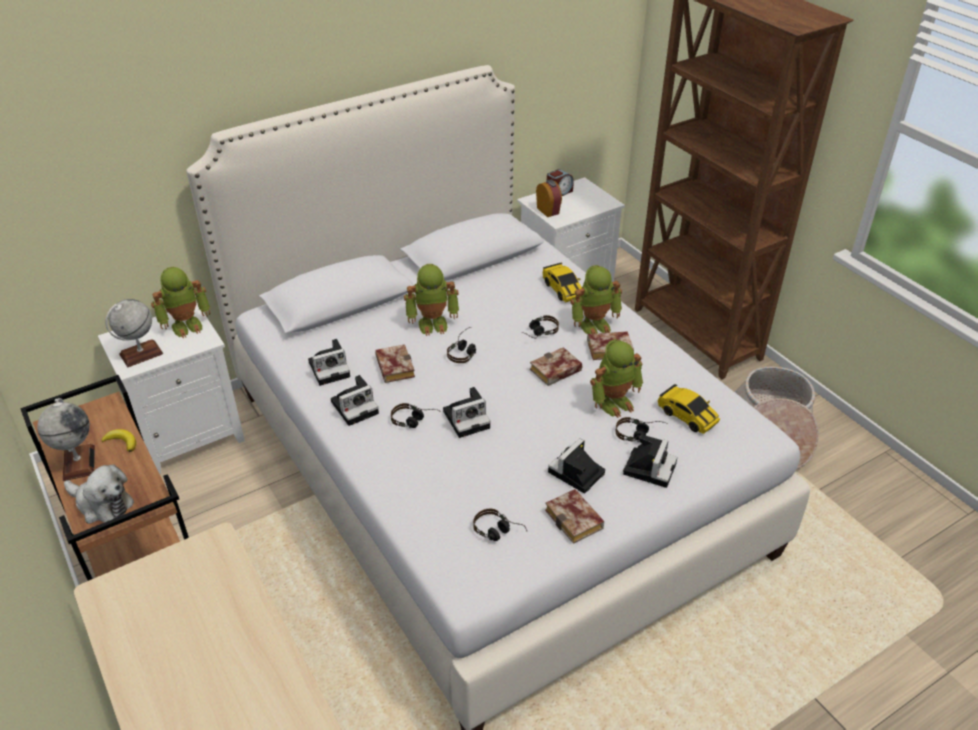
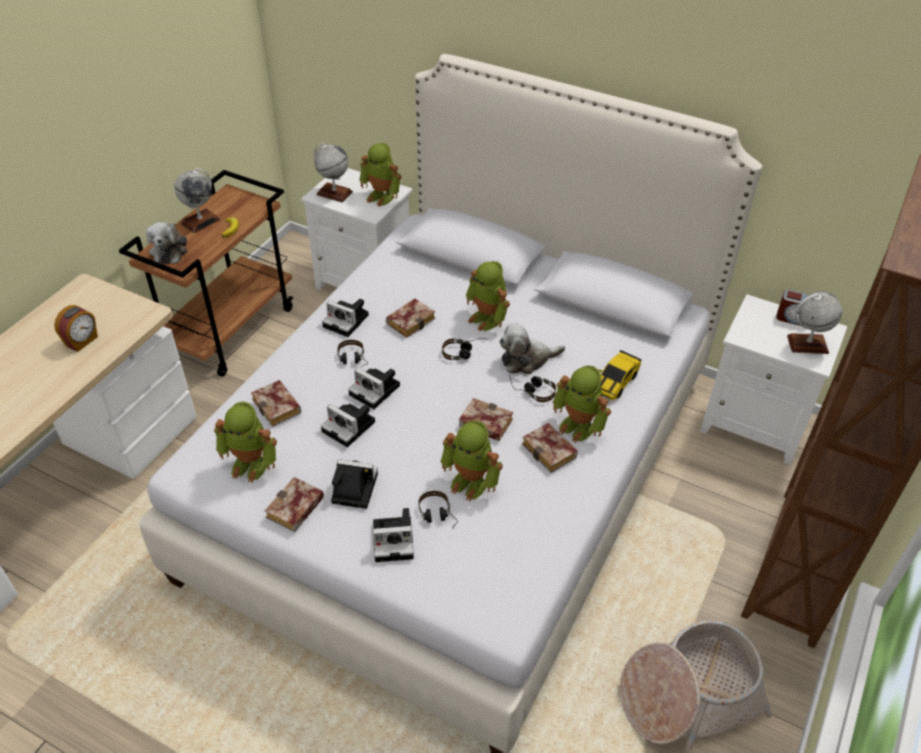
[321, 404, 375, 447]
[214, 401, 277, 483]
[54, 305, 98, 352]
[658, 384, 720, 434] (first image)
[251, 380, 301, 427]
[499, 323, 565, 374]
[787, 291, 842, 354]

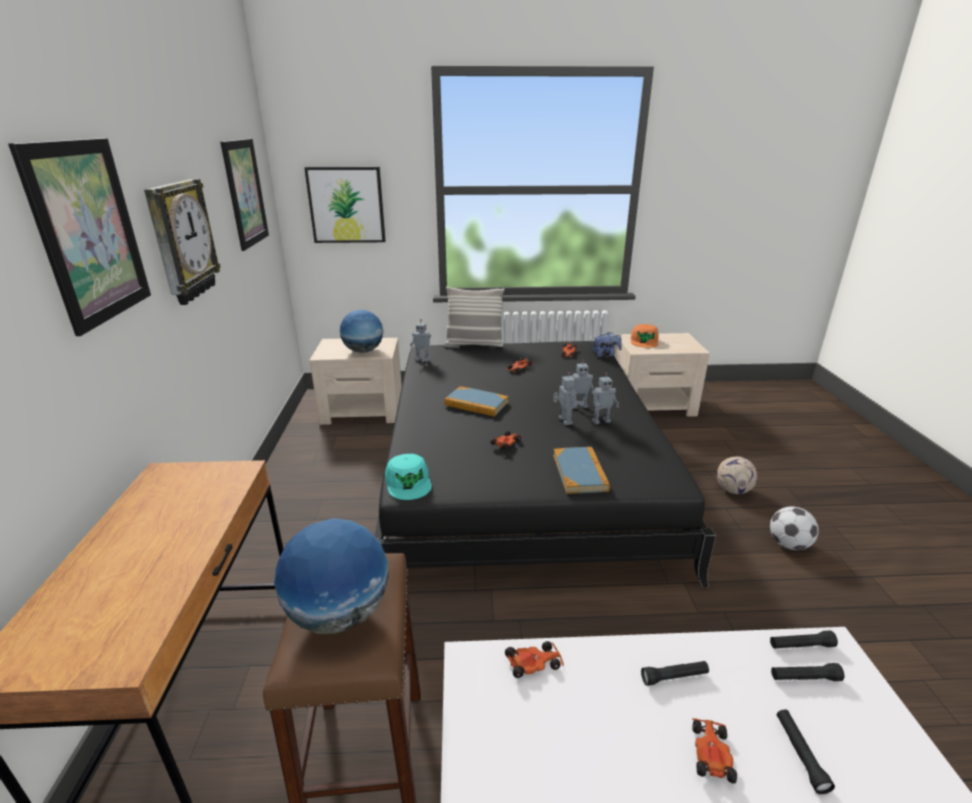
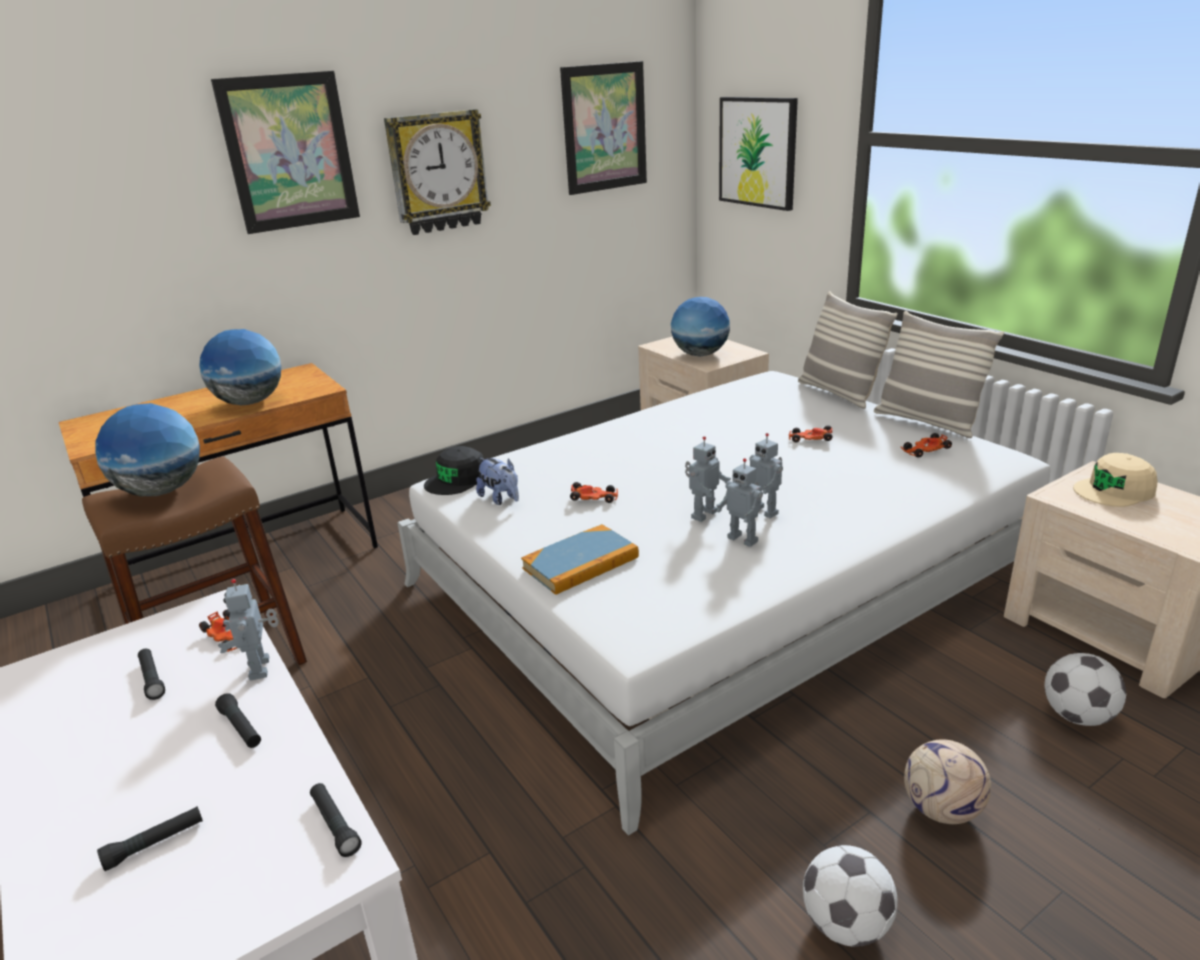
[397, 371, 1050, 835]
[424, 446, 484, 495]
[218, 579, 279, 681]
[444, 386, 509, 417] (first image)
[476, 458, 519, 505]
[1073, 453, 1157, 507]
[692, 718, 737, 784] (first image)
[138, 649, 165, 700]
[199, 329, 281, 405]
[874, 311, 1004, 438]
[1044, 653, 1126, 726]

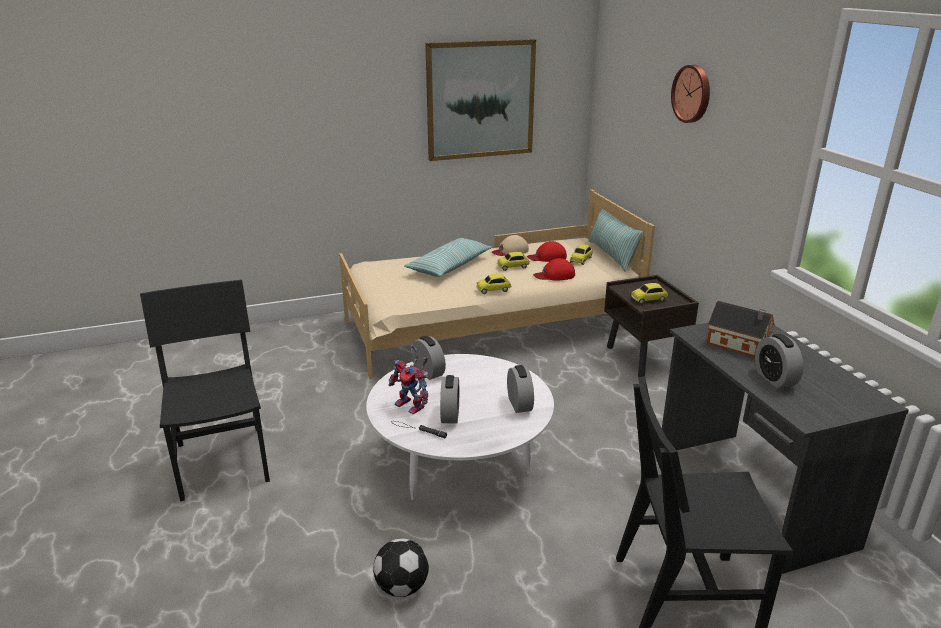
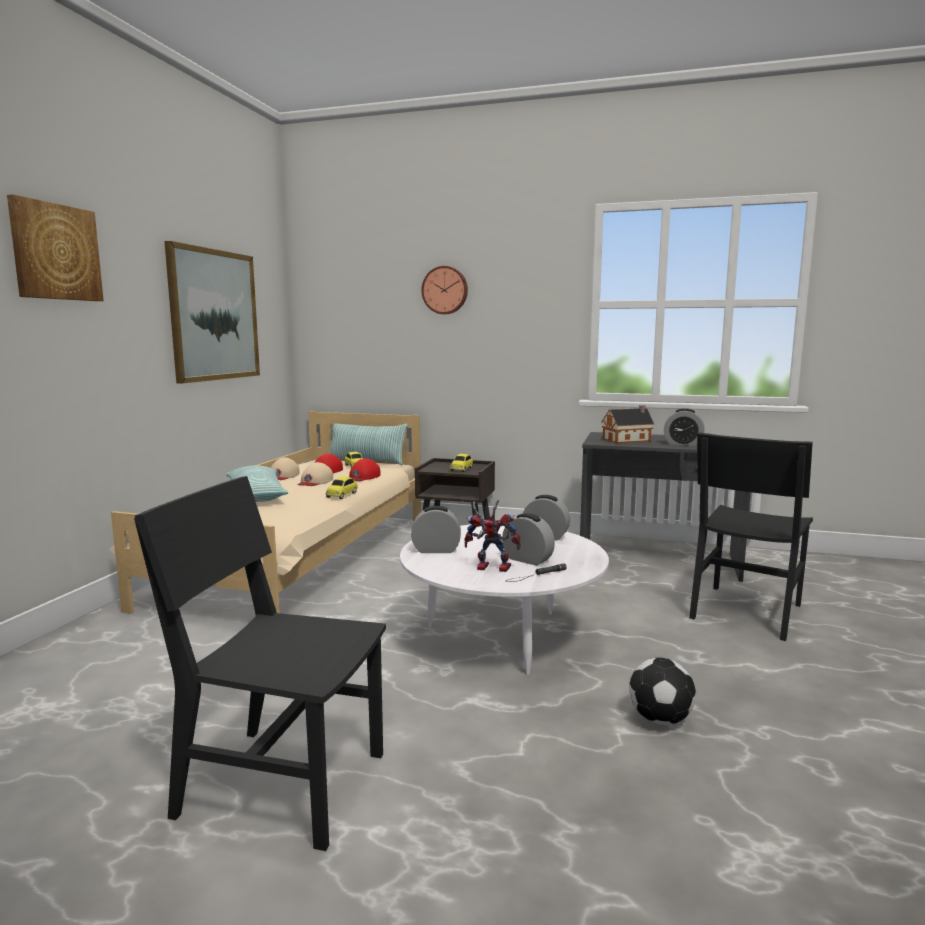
[464, 500, 521, 572]
[298, 462, 333, 486]
[7, 194, 104, 301]

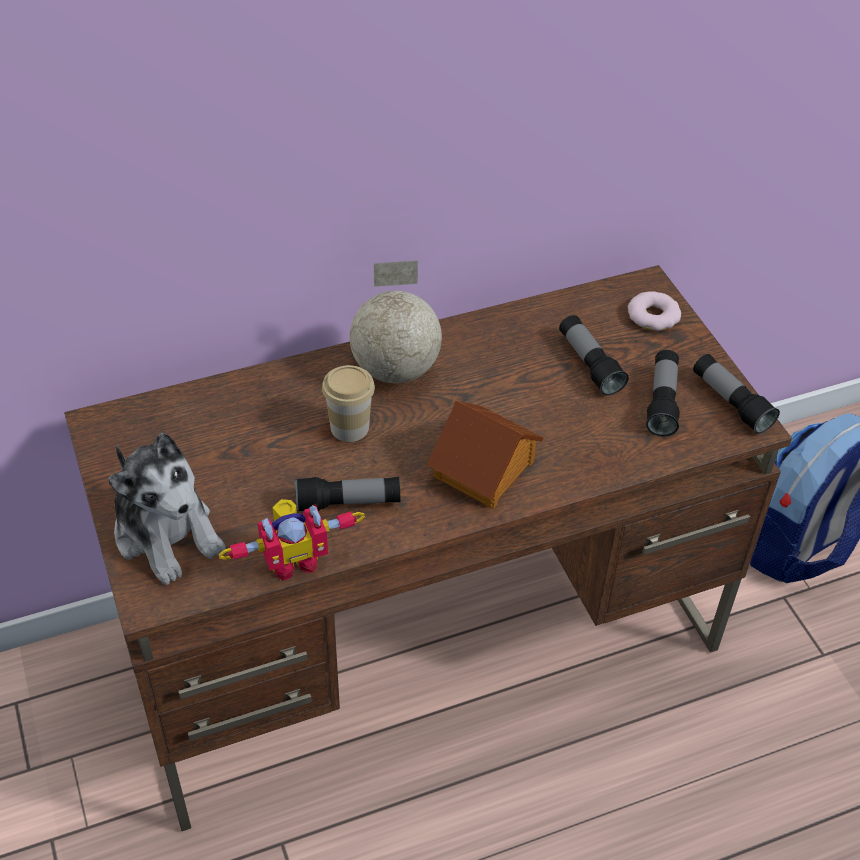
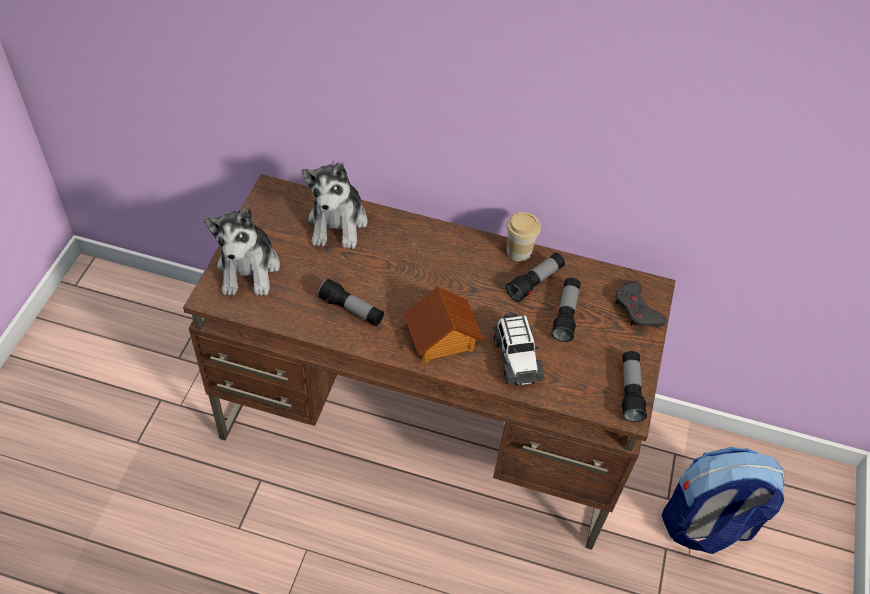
[219, 499, 365, 581] (first image)
[507, 212, 541, 262]
[350, 260, 442, 383] (first image)
[615, 281, 667, 326]
[506, 253, 565, 302]
[302, 162, 367, 249]
[494, 312, 544, 386]

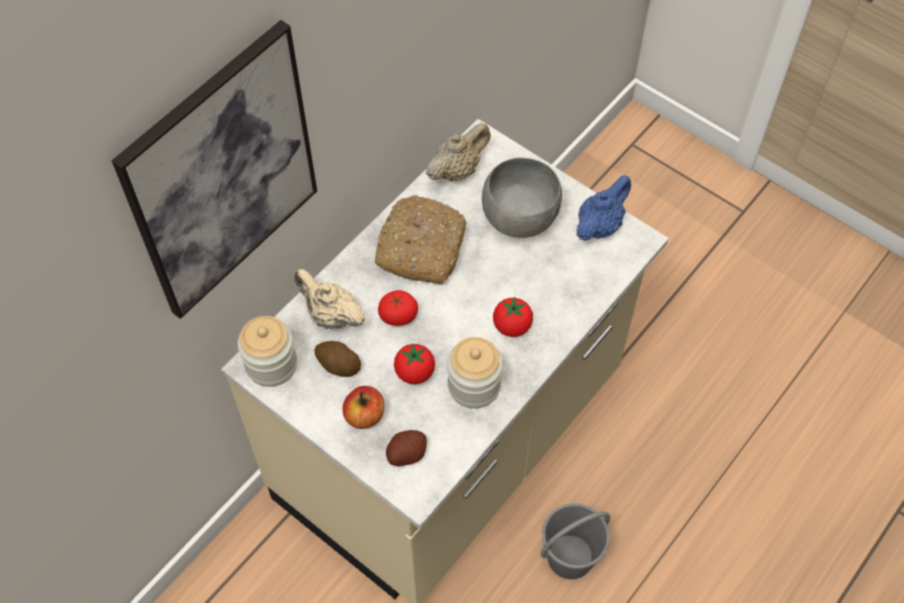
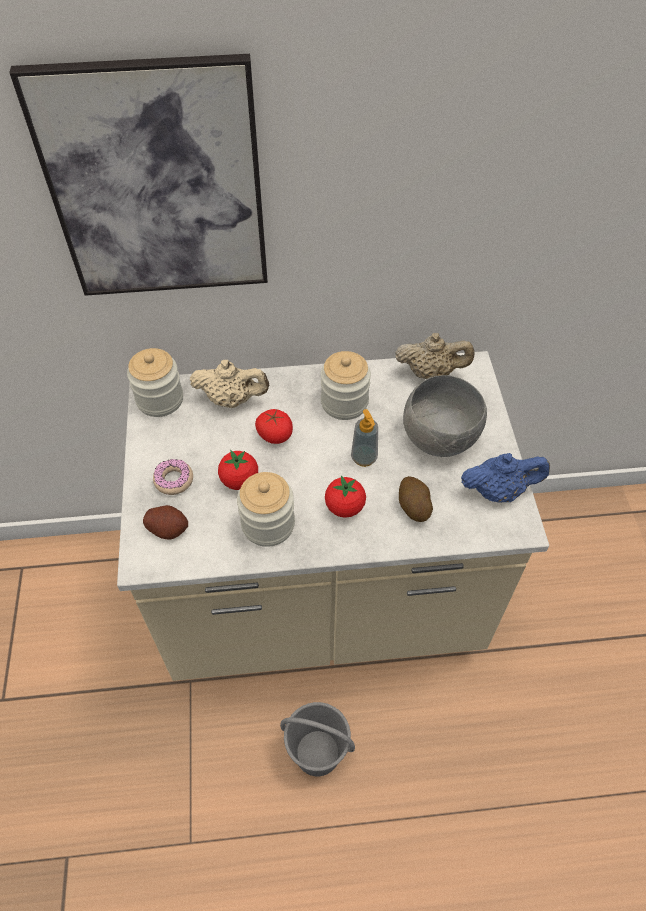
[190, 360, 269, 408]
[399, 476, 433, 522]
[153, 459, 193, 495]
[321, 351, 371, 420]
[351, 409, 378, 467]

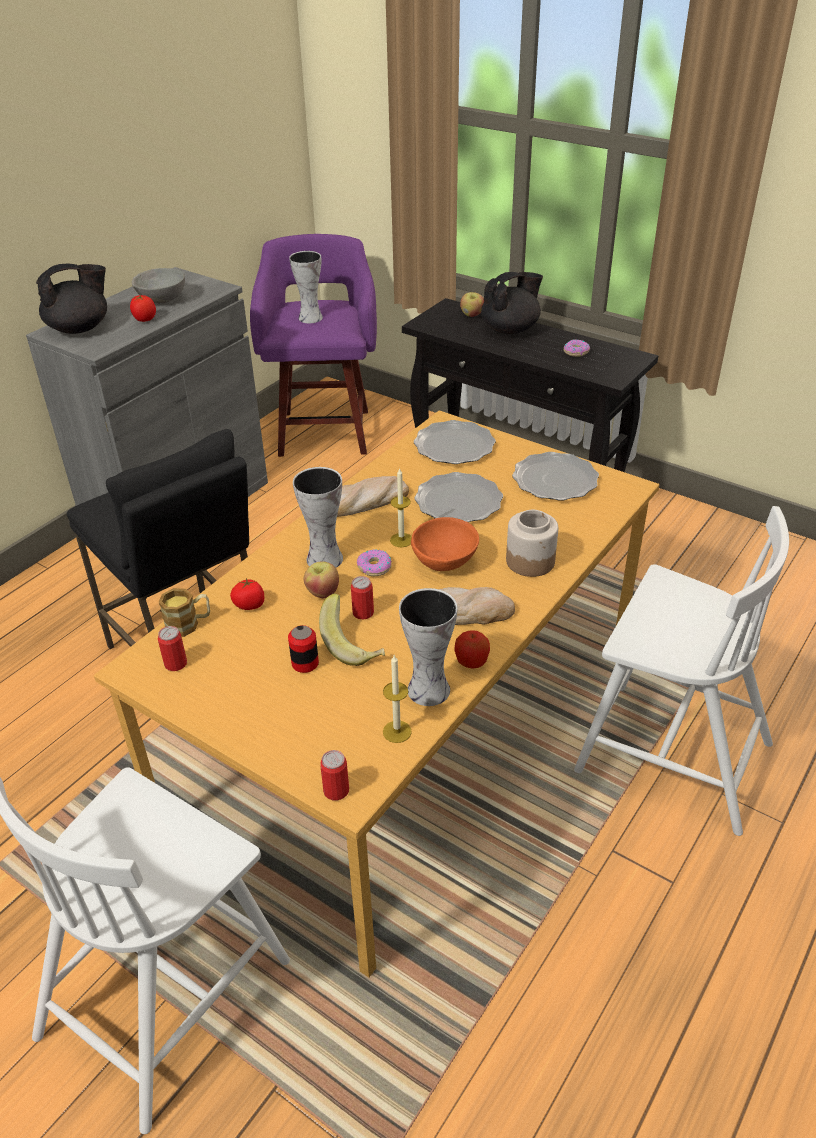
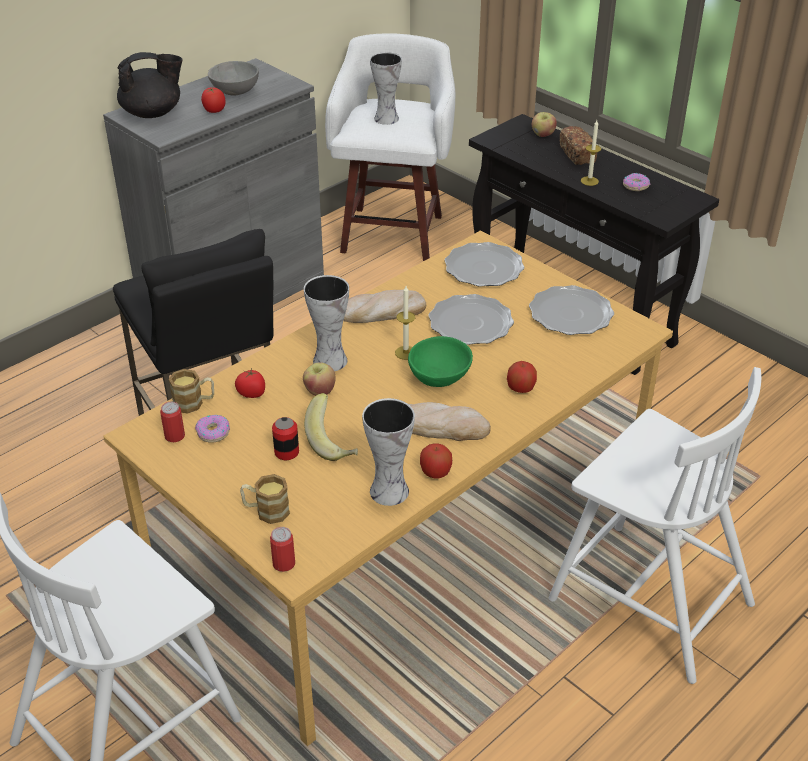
[325, 34, 455, 261]
[351, 576, 374, 619] (first image)
[195, 415, 230, 443]
[581, 120, 601, 186]
[408, 336, 473, 387]
[559, 126, 597, 165]
[507, 361, 537, 393]
[240, 474, 290, 524]

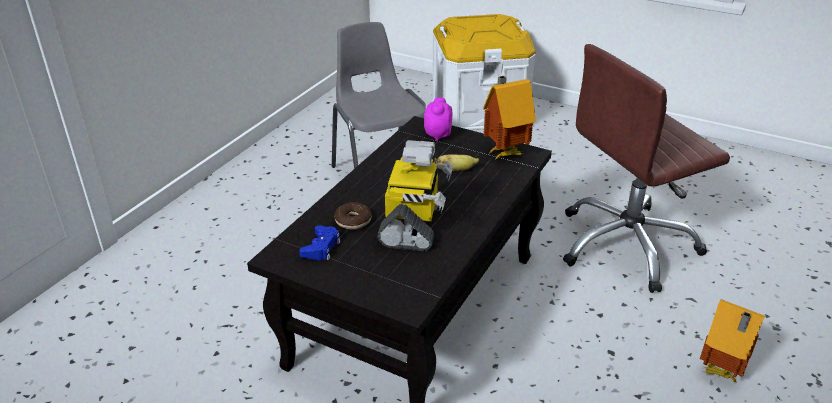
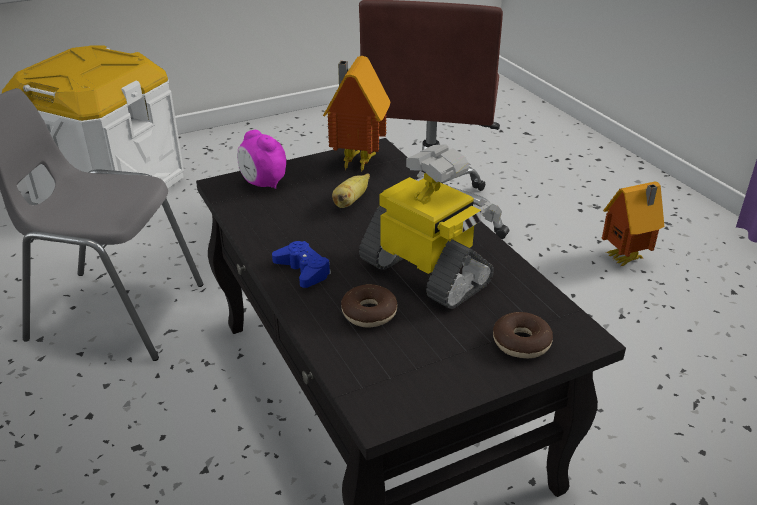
[272, 241, 331, 288]
[493, 312, 553, 358]

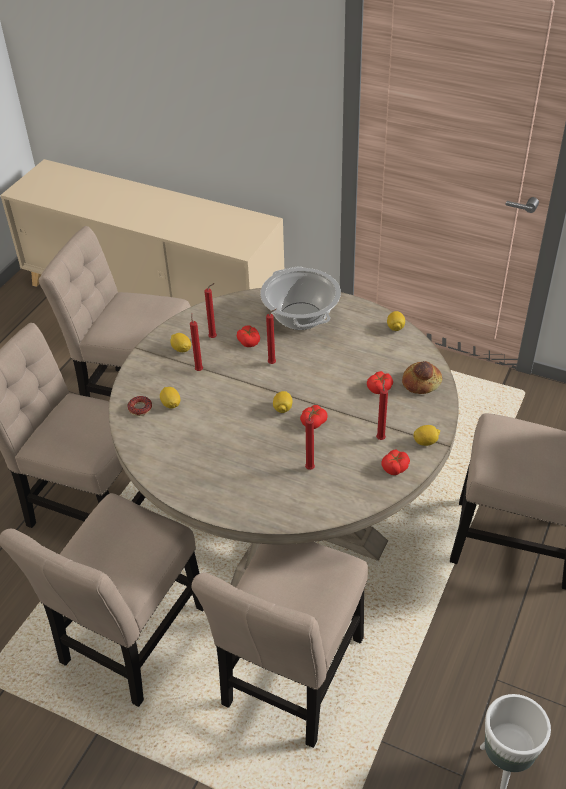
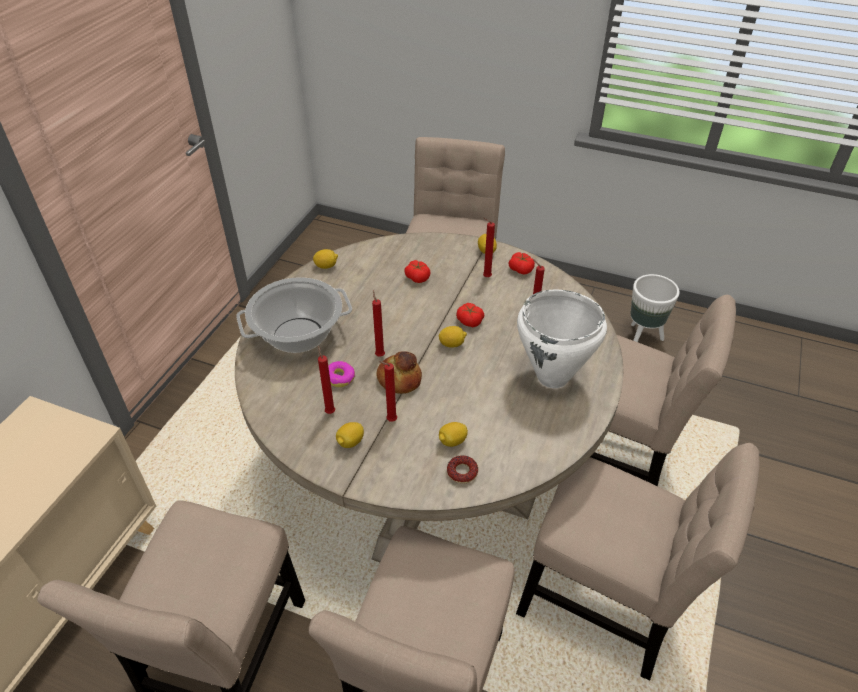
[328, 361, 355, 387]
[376, 351, 422, 394]
[517, 289, 607, 388]

